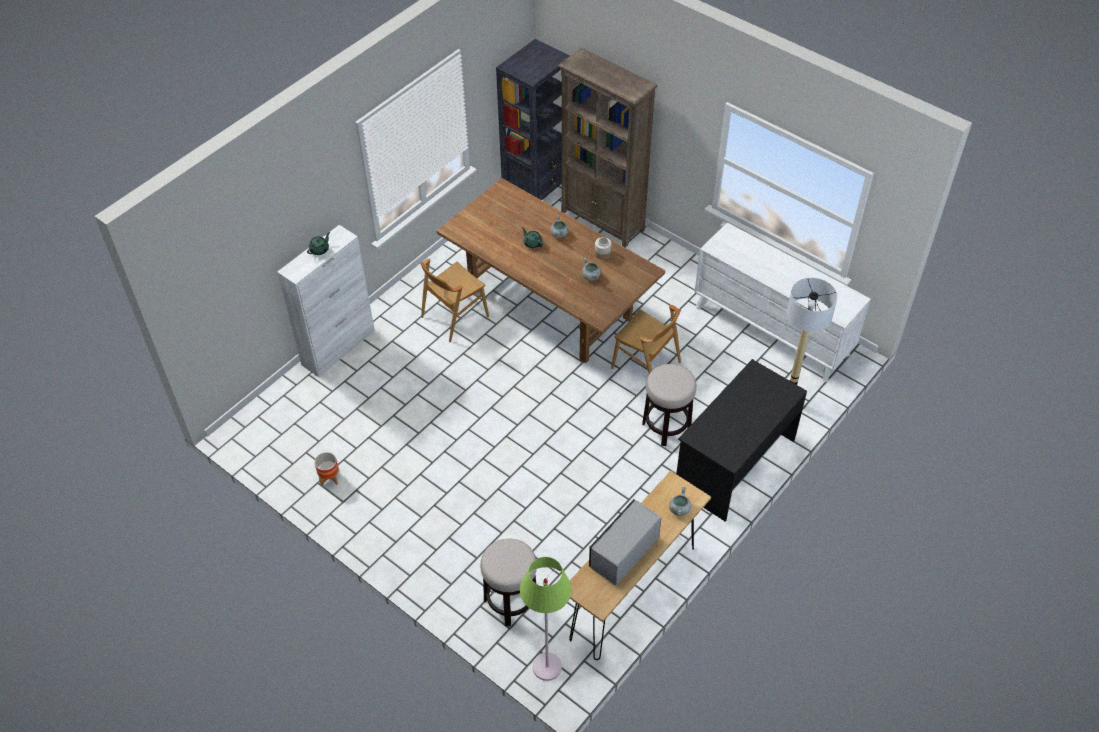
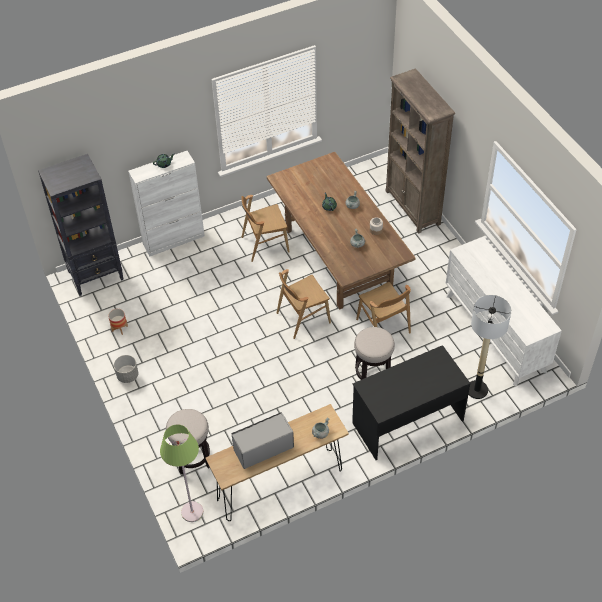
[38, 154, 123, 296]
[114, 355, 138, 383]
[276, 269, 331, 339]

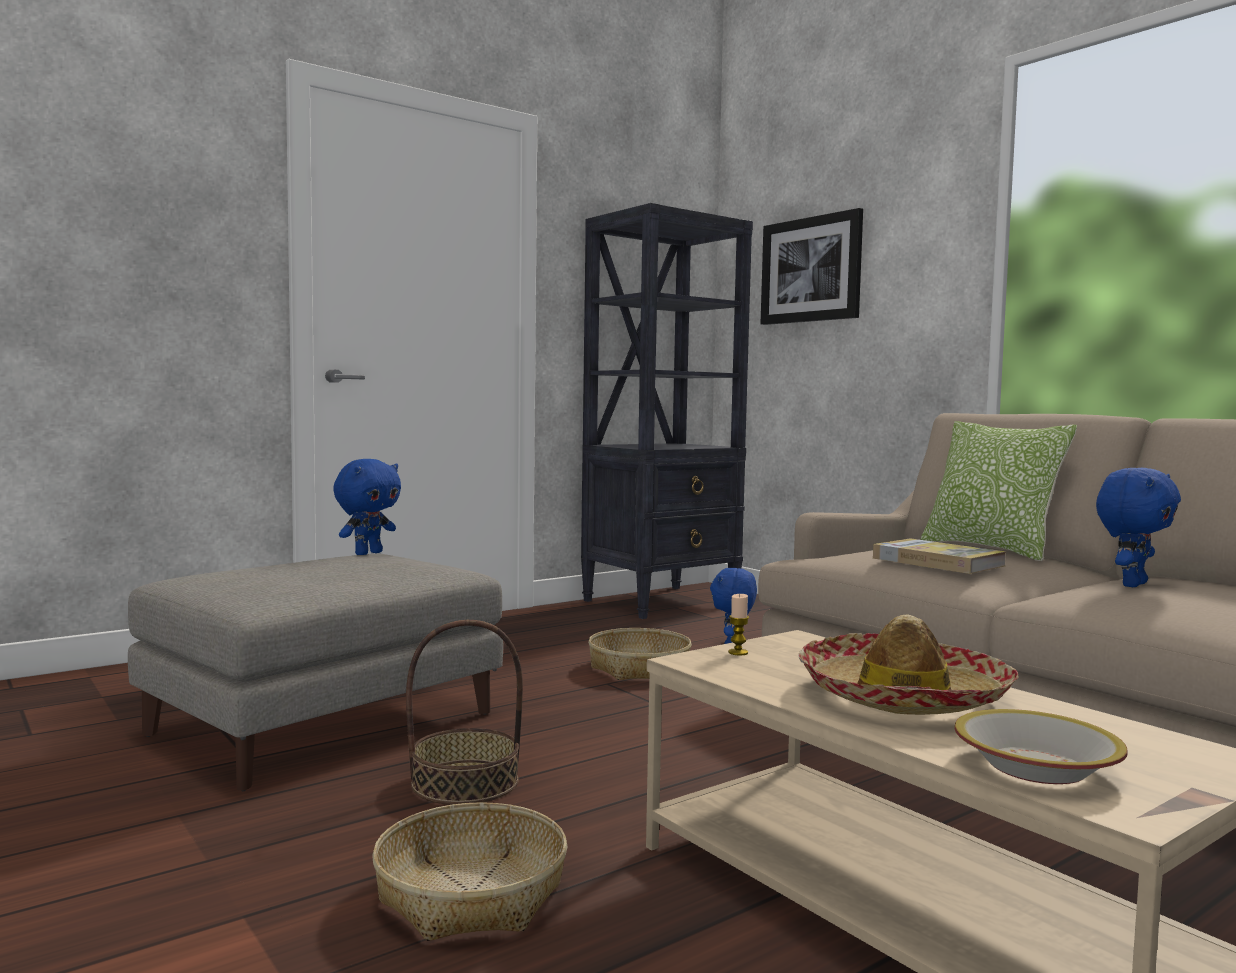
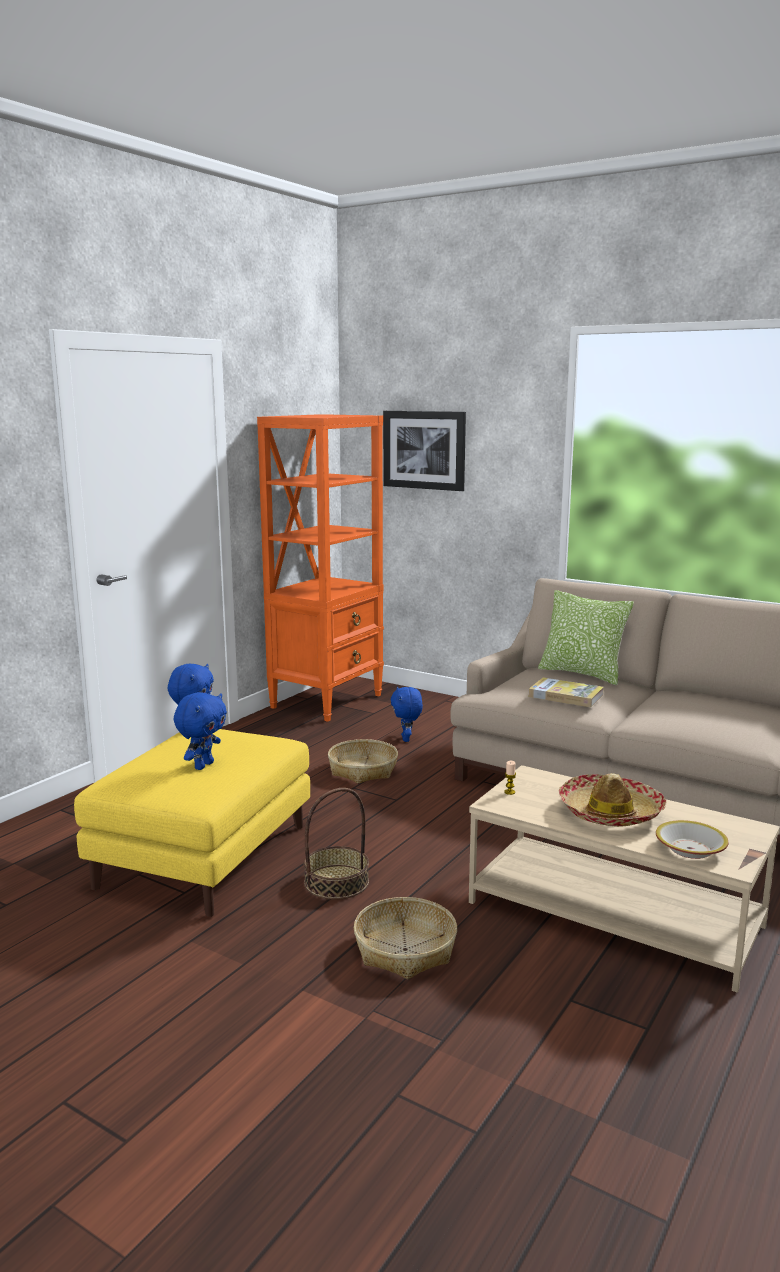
[74, 729, 310, 917]
[257, 414, 384, 722]
[174, 692, 227, 770]

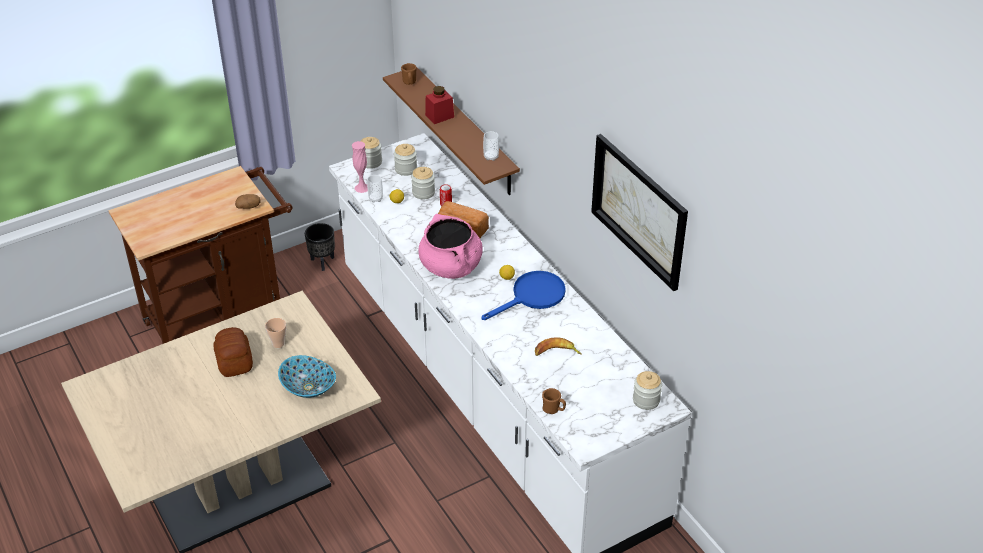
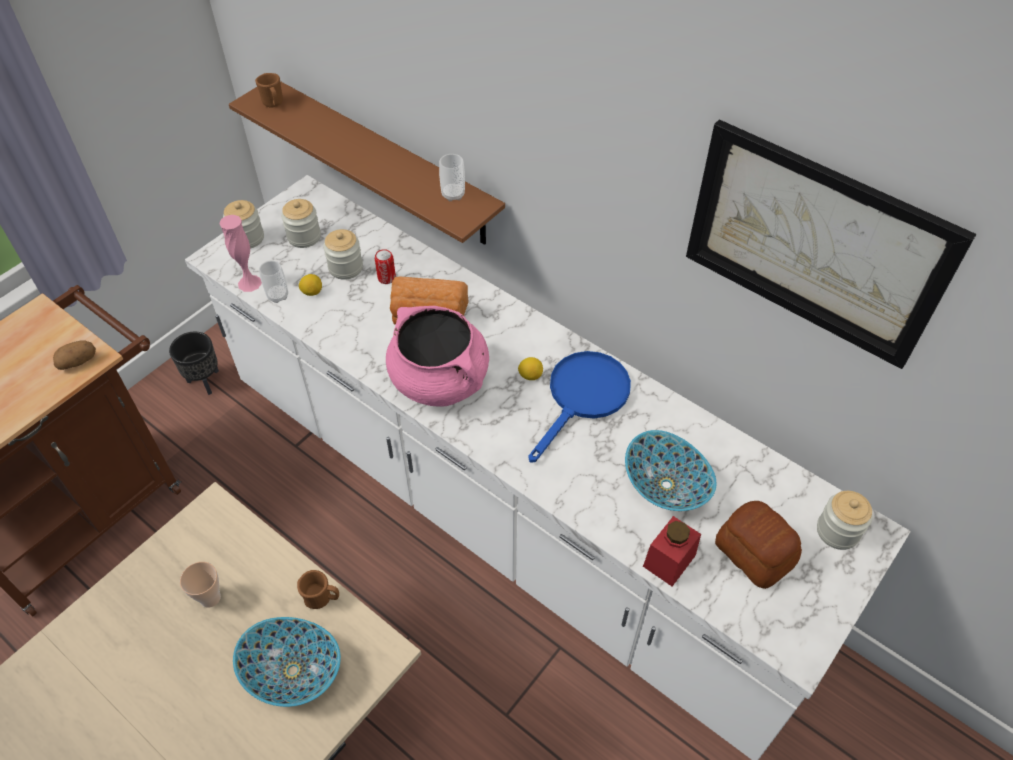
[715, 501, 802, 589]
[643, 516, 701, 586]
[625, 430, 717, 511]
[297, 570, 339, 609]

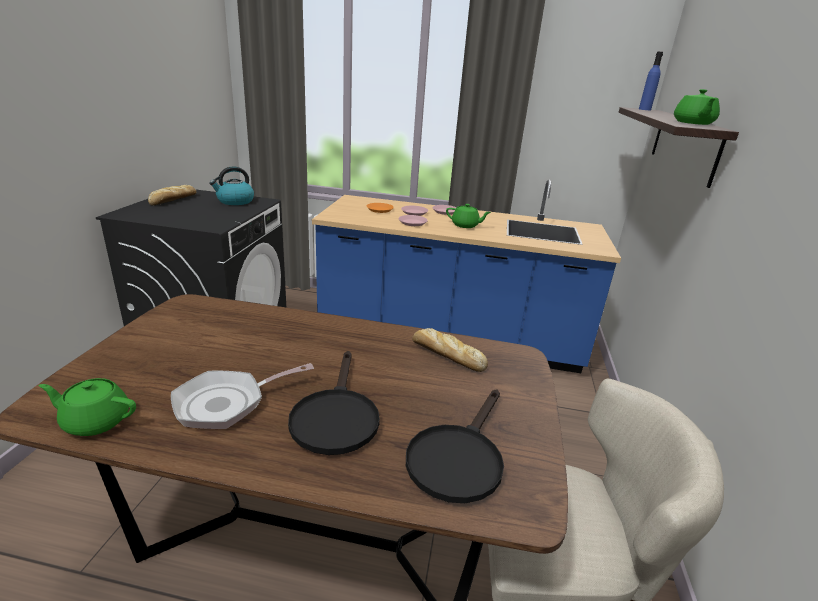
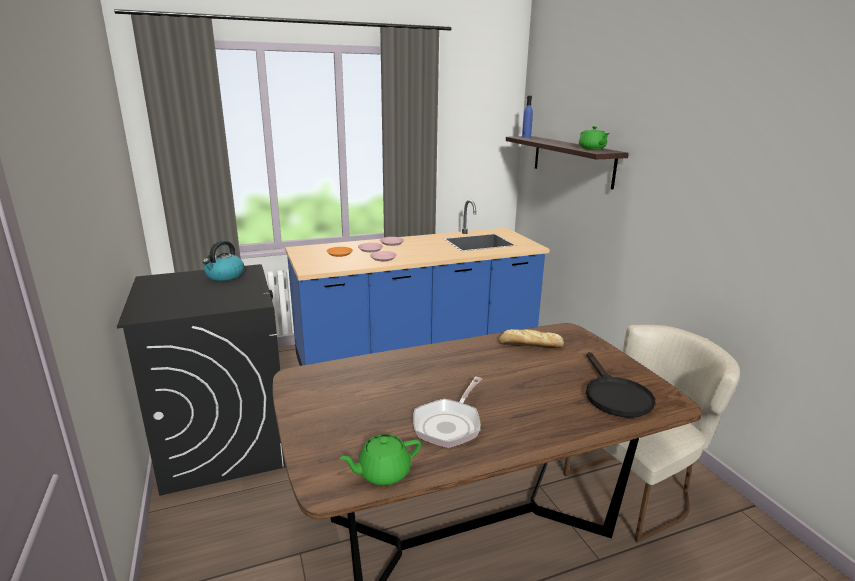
[148, 185, 196, 206] (first image)
[288, 351, 380, 455] (first image)
[446, 204, 491, 228] (first image)

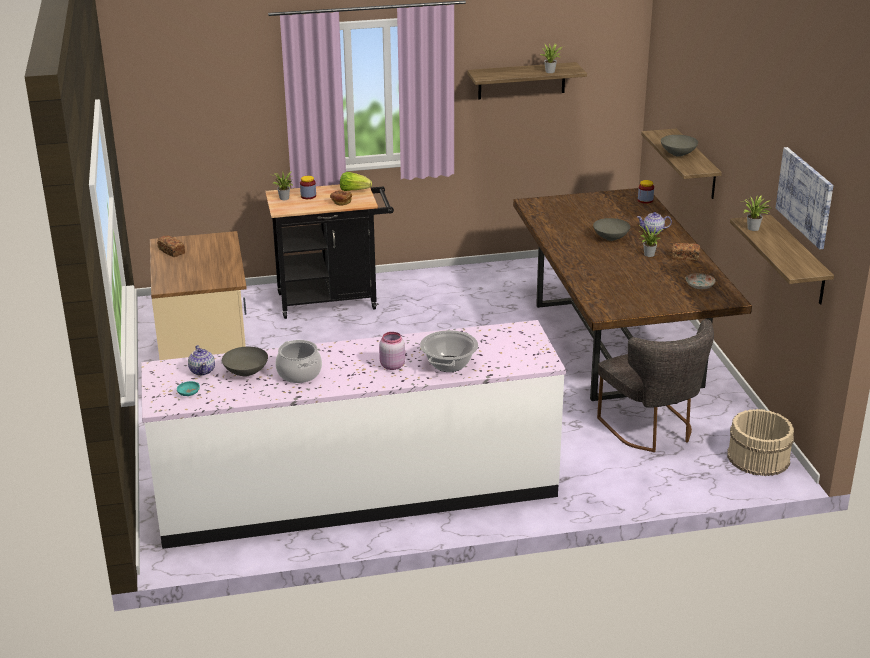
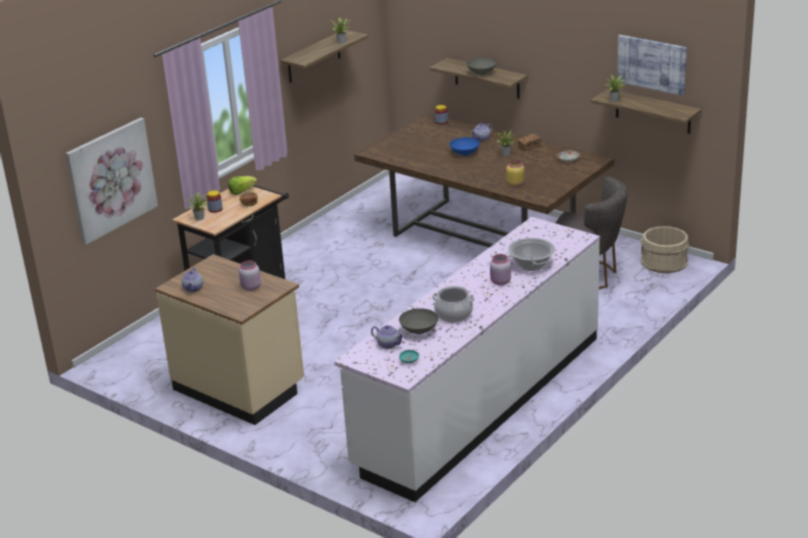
[182, 268, 203, 292]
[449, 137, 480, 156]
[65, 118, 158, 245]
[239, 260, 261, 291]
[506, 160, 524, 187]

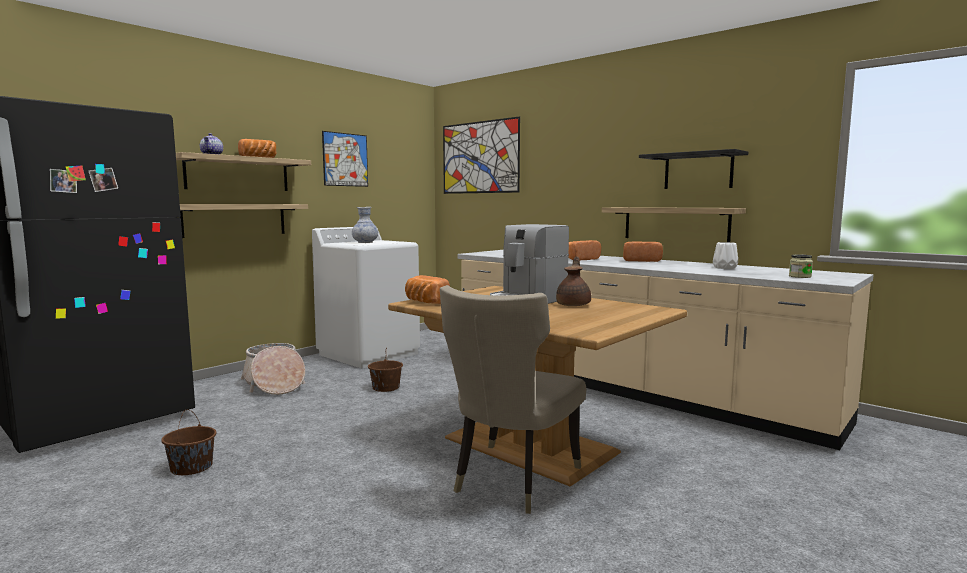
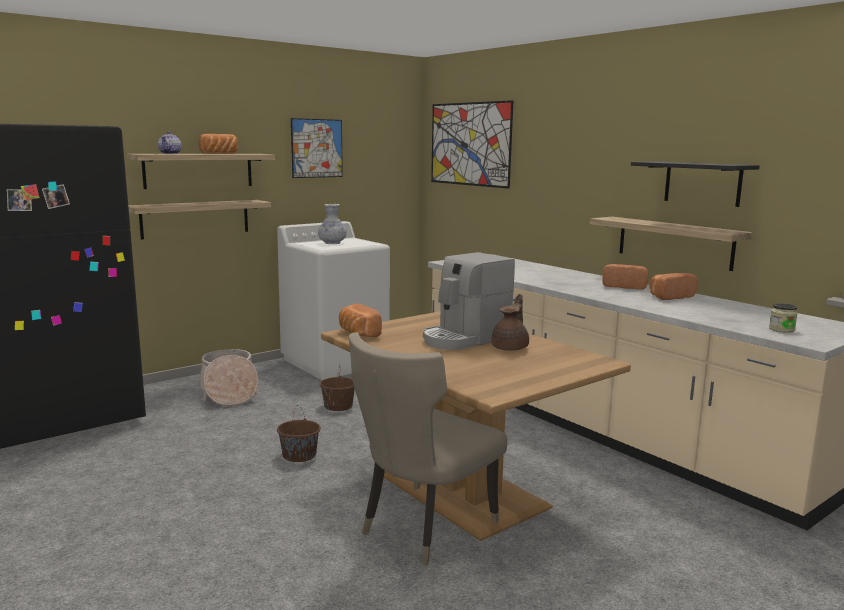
[277, 406, 321, 462]
[649, 273, 698, 300]
[713, 242, 738, 269] (first image)

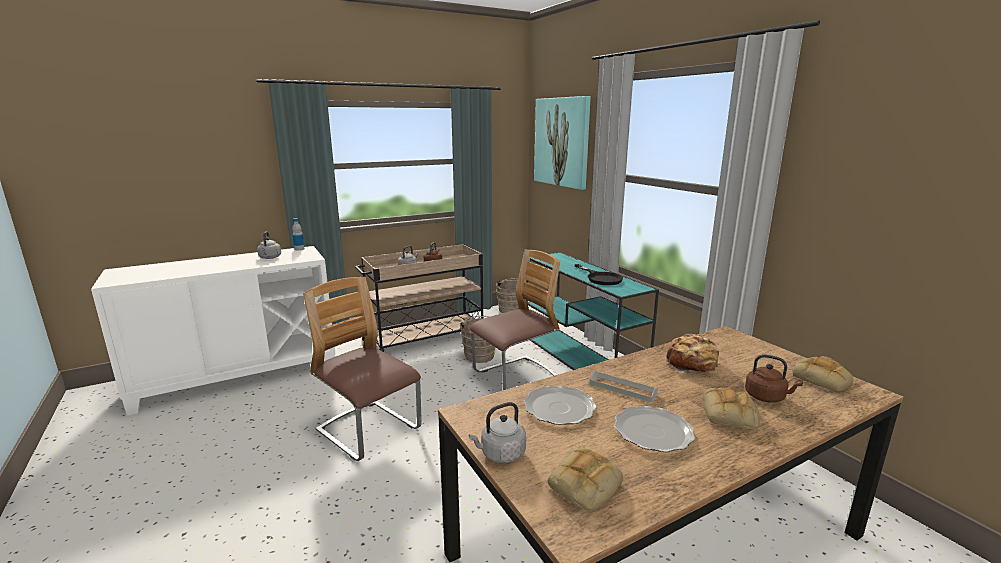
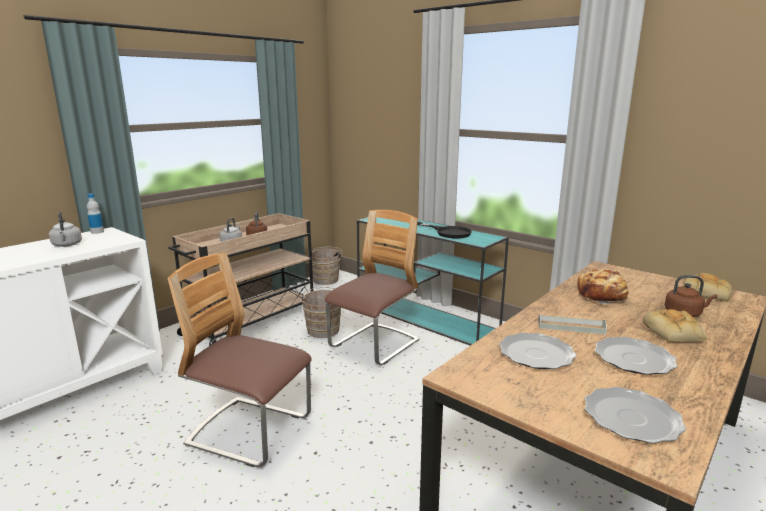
[469, 402, 526, 463] (first image)
[534, 96, 591, 190] (first image)
[585, 387, 686, 444]

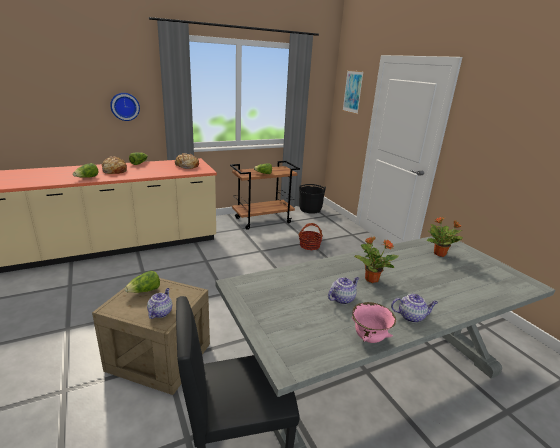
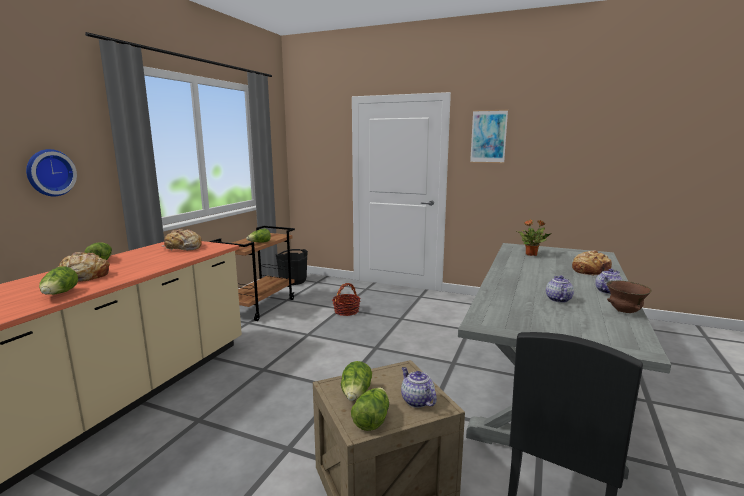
[470, 110, 508, 163]
[607, 281, 652, 313]
[354, 236, 398, 283] (first image)
[351, 387, 389, 431]
[572, 250, 615, 276]

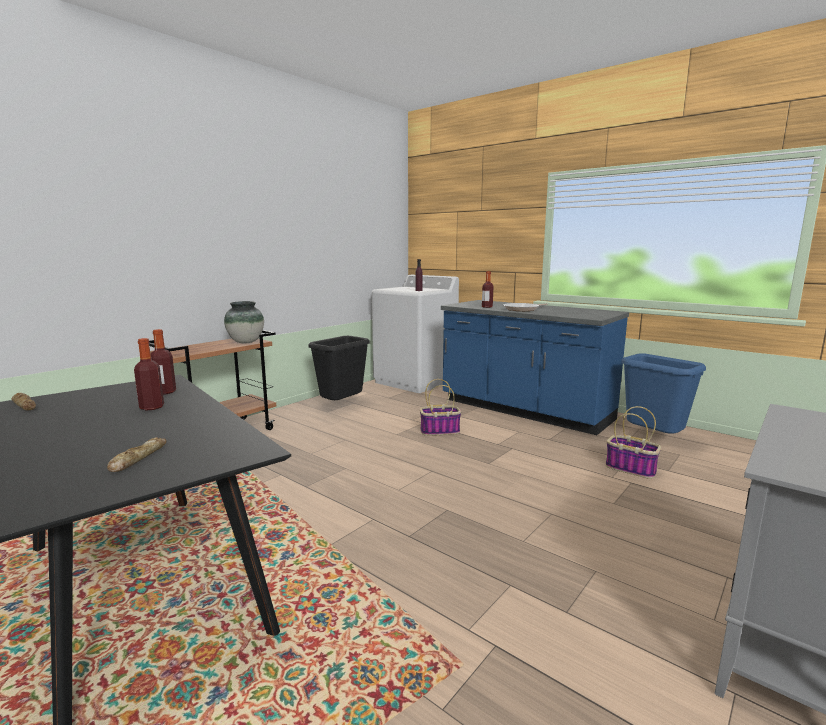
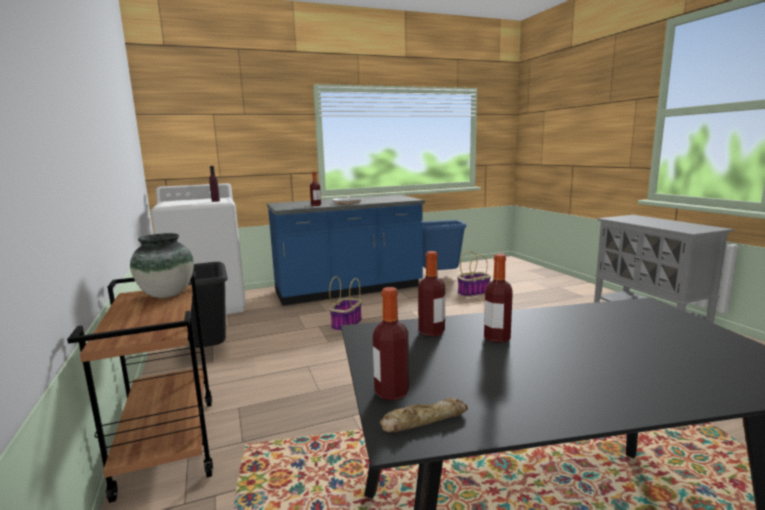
[107, 437, 166, 472] (first image)
[373, 287, 409, 400]

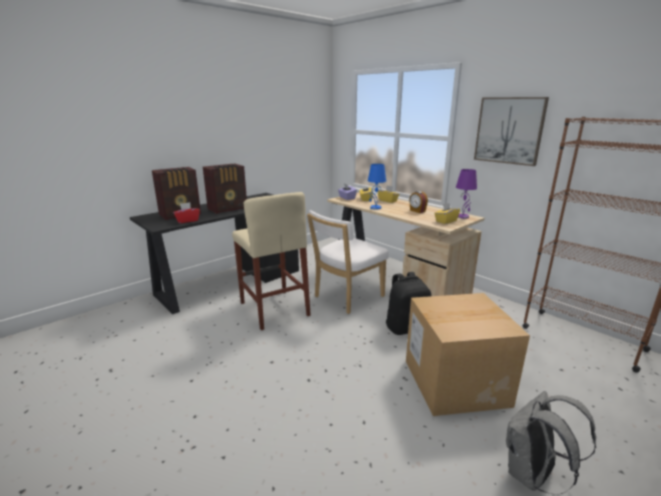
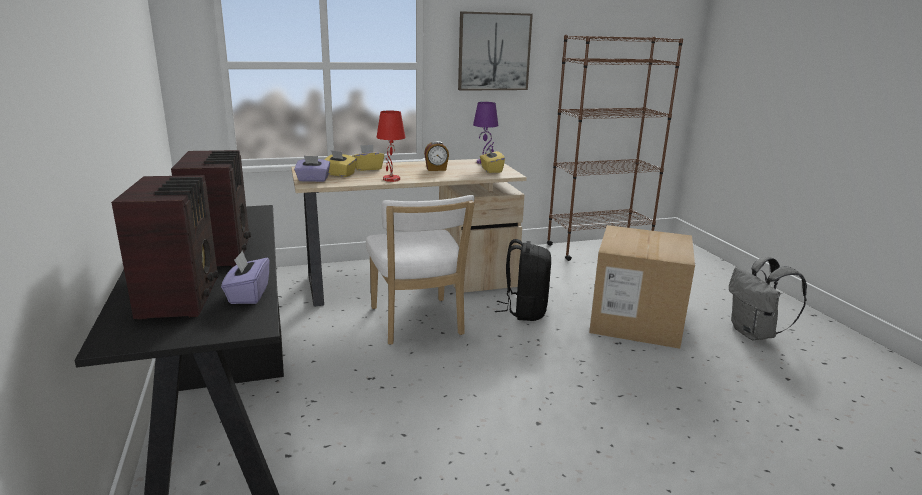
[221, 251, 269, 304]
[232, 192, 311, 330] (first image)
[376, 111, 405, 182]

